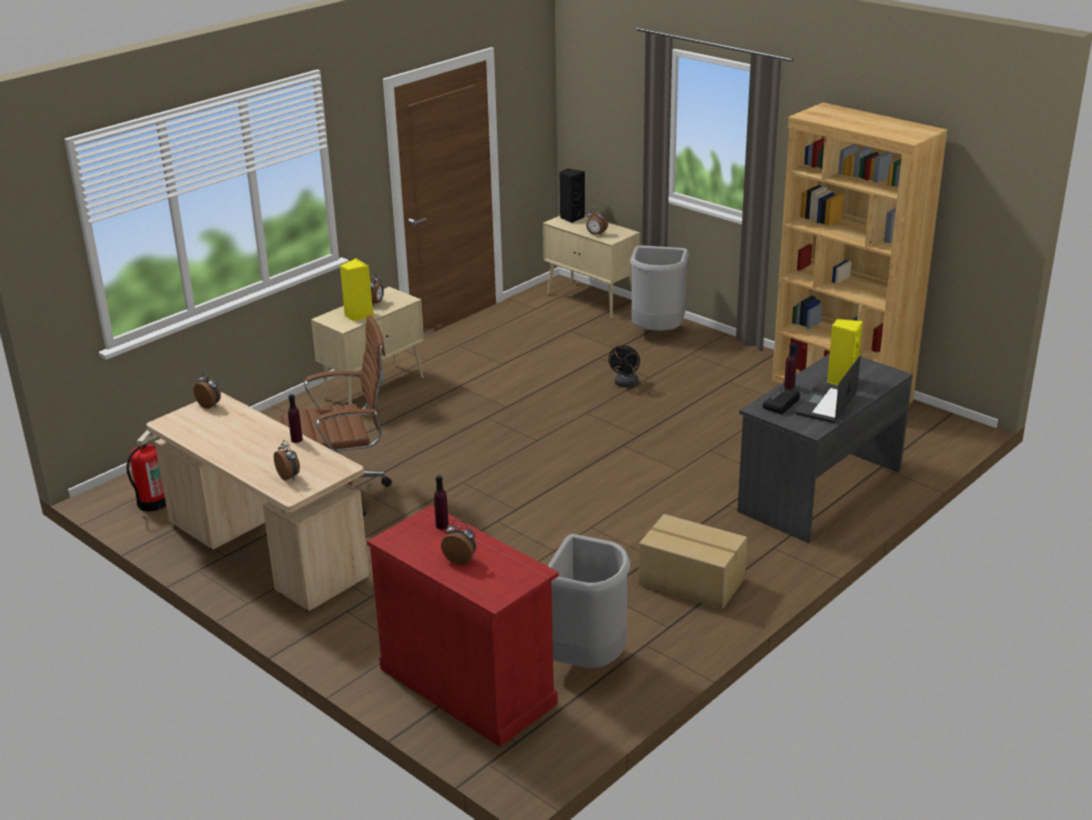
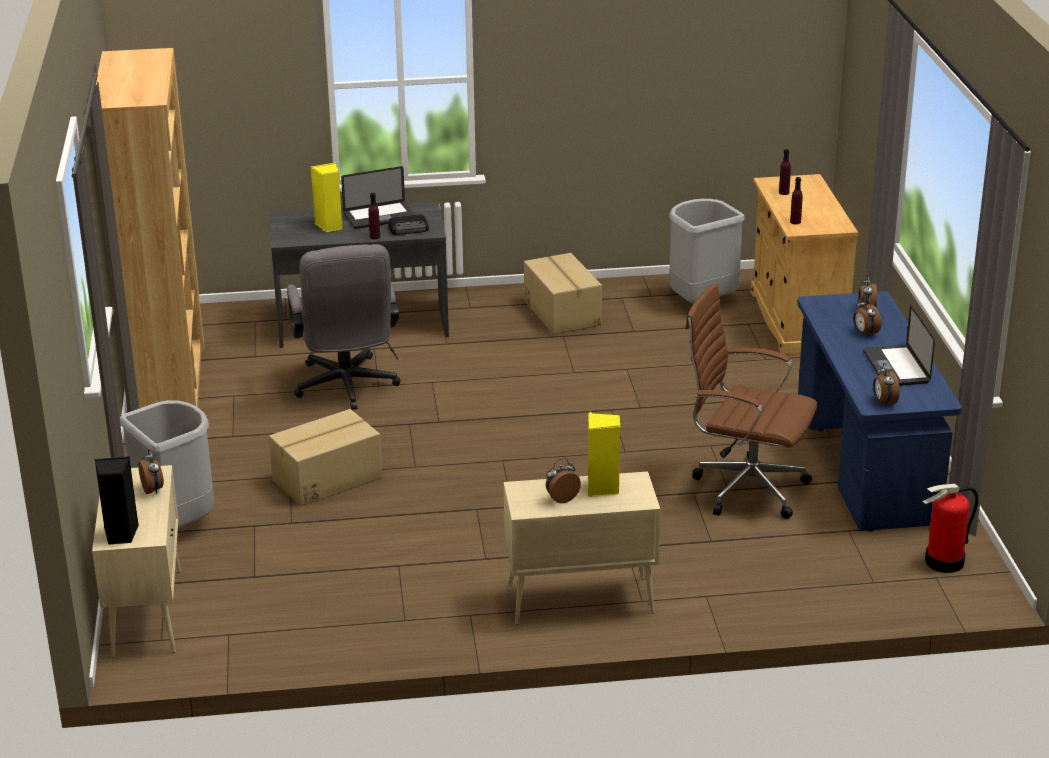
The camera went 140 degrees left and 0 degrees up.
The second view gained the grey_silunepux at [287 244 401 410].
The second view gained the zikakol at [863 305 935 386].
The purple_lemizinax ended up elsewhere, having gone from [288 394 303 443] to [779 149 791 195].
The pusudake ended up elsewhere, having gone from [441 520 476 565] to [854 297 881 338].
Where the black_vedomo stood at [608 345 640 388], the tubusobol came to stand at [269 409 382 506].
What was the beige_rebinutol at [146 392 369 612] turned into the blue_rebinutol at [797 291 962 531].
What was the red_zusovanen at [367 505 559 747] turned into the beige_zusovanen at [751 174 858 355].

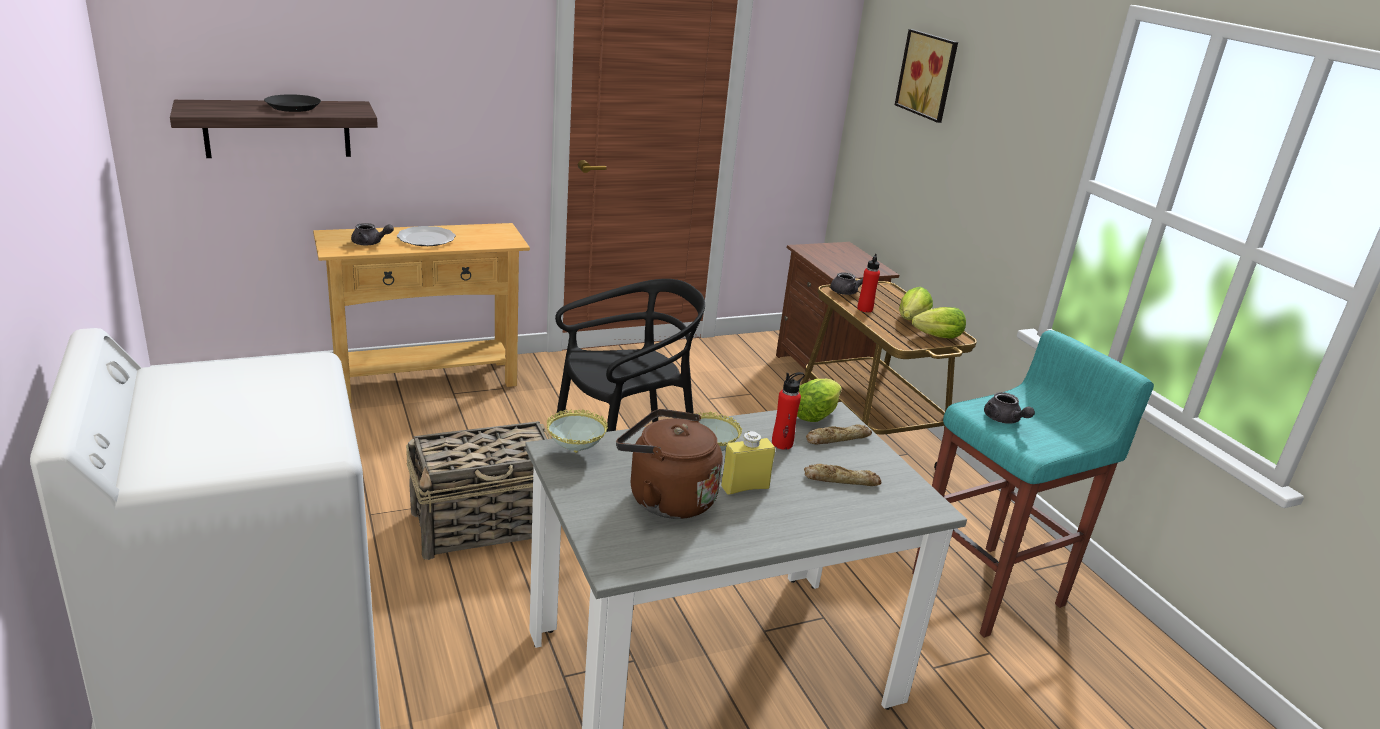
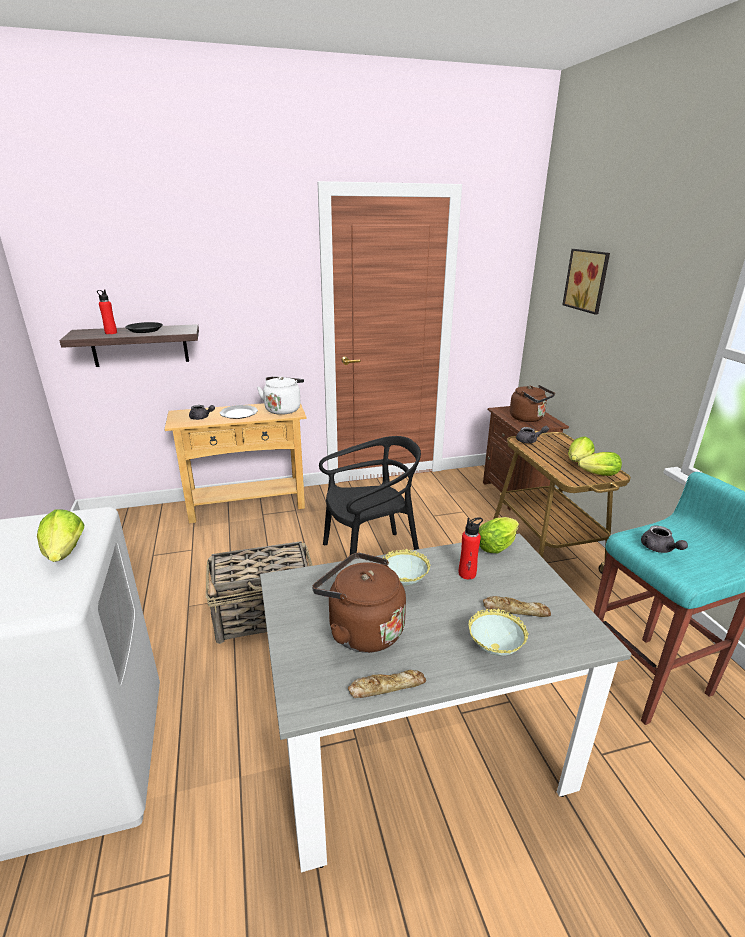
The camera went 10 degrees right and 0 degrees up.
The second view lost the yellow_lemizinax at [721 431 775 495].
The second view gained the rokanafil at [37 510 84 562].
The second view gained the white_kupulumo at [257 376 304 415].
The second view gained the brown_kupulumo at [510 385 555 422].
The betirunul ended up elsewhere, having gone from [547 409 608 453] to [468 609 529 656].
The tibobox ended up elsewhere, having gone from [806 424 872 445] to [348 670 426 698].
The red_lemizinax ended up elsewhere, having gone from [857 254 880 312] to [97 290 117 334].

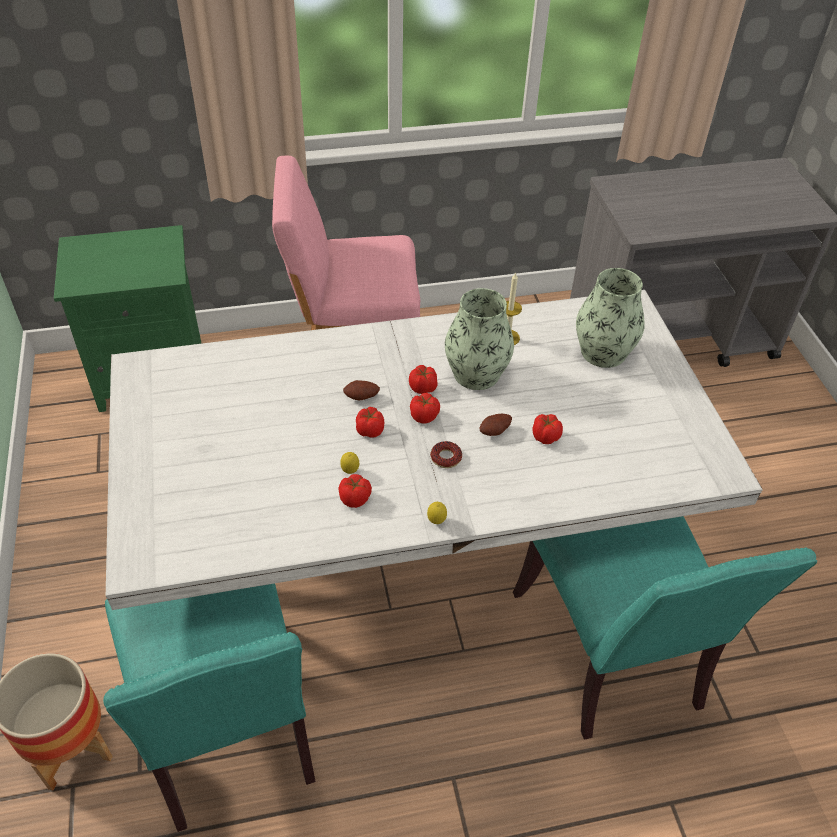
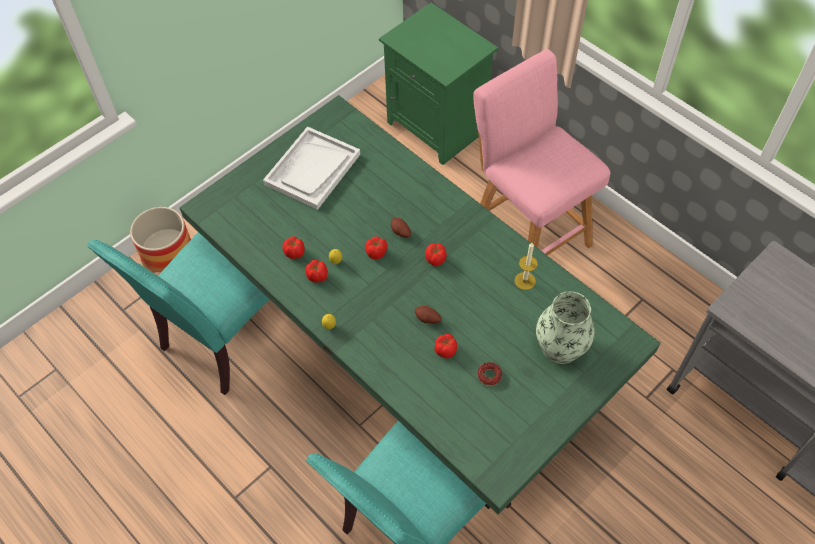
The camera went 60 degrees right and 10 degrees up.
The second view lost the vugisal at [445 288 514 390].
The second view gained the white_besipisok at [263 126 360 210].
The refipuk ended up elsewhere, having gone from [410 393 440 424] to [283 236 305 259].
The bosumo ended up elsewhere, having gone from [430 441 462 468] to [477 362 502 386].
What was the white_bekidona at [106 290 763 610] turned into the green_bekidona at [179 95 661 515].

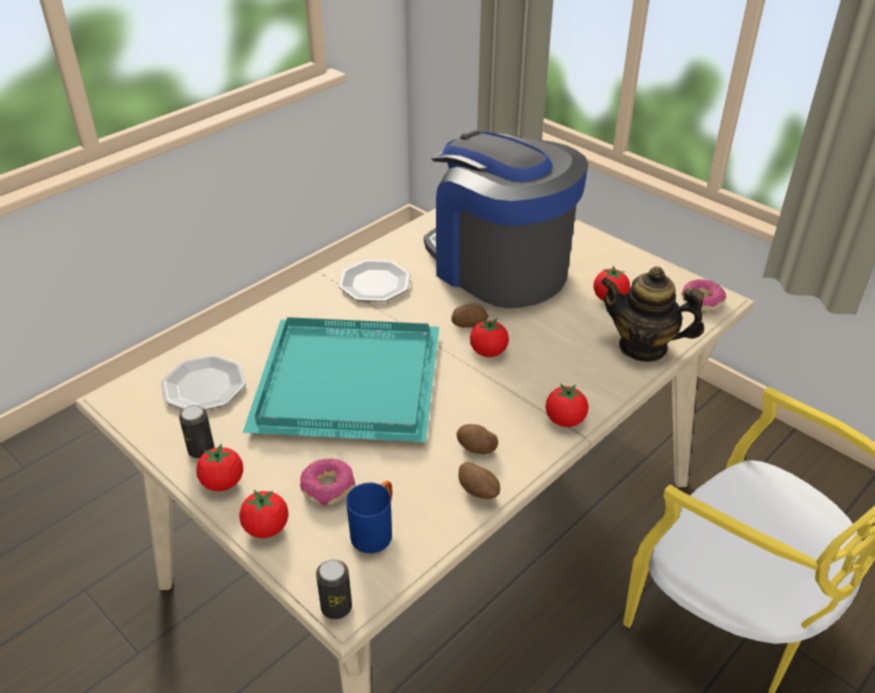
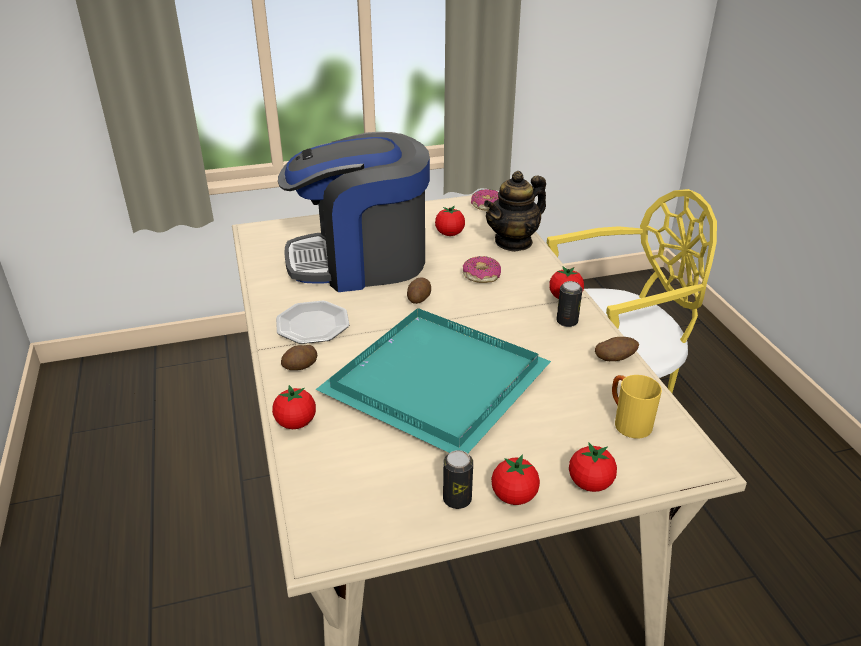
The camera went 60 degrees left and 5 degrees down.
The second view lost the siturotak at [161 355 246 410].
The bosumo ended up elsewhere, having gone from [300 458 355 506] to [463 256 501 283].
The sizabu ended up elsewhere, having gone from [316 559 352 619] to [556 281 582 327].
The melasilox ended up elsewhere, having gone from [456 424 498 454] to [281 345 317 370].
The refipuk ended up elsewhere, having gone from [470 319 509 357] to [272 385 316 429].
What was the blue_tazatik at [346 481 392 553] turned into the yellow_tazatik at [612 375 662 439].

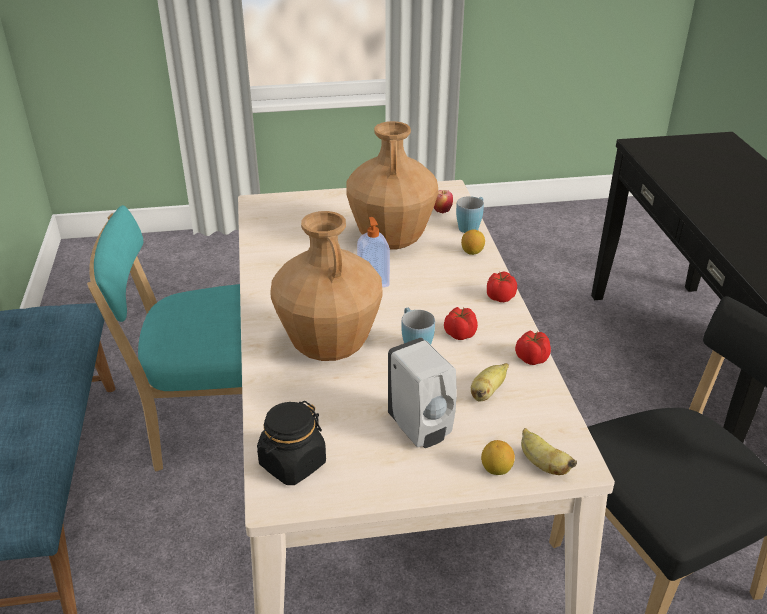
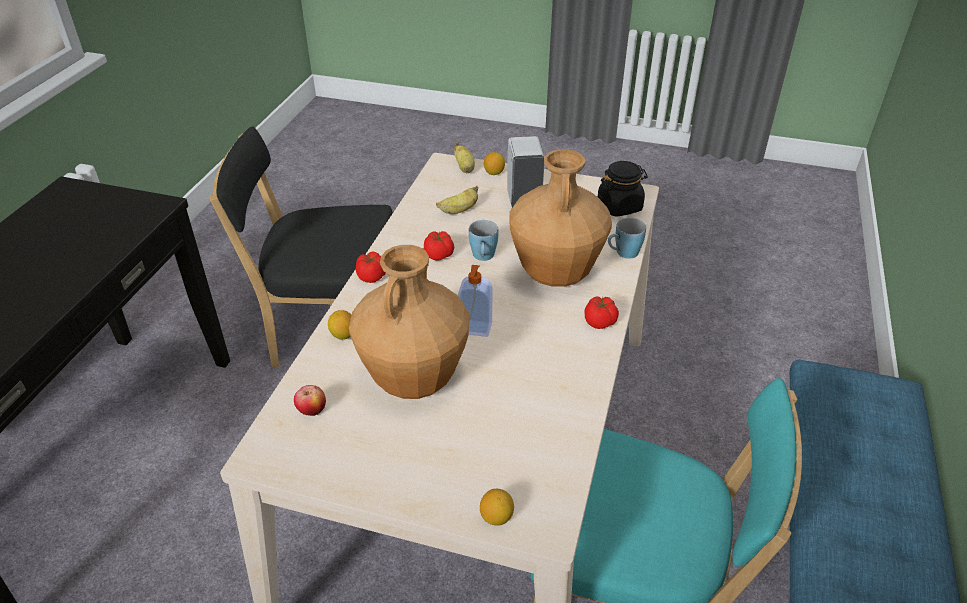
The camera went 155 degrees left and 5 degrees up.
The second view gained the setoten at [480 489 514 526].
The blue_tazatik ended up elsewhere, having gone from [456 196 484 233] to [608 218 646 259].
The refipuk ended up elsewhere, having gone from [515 330 551 365] to [584 296 619 329].

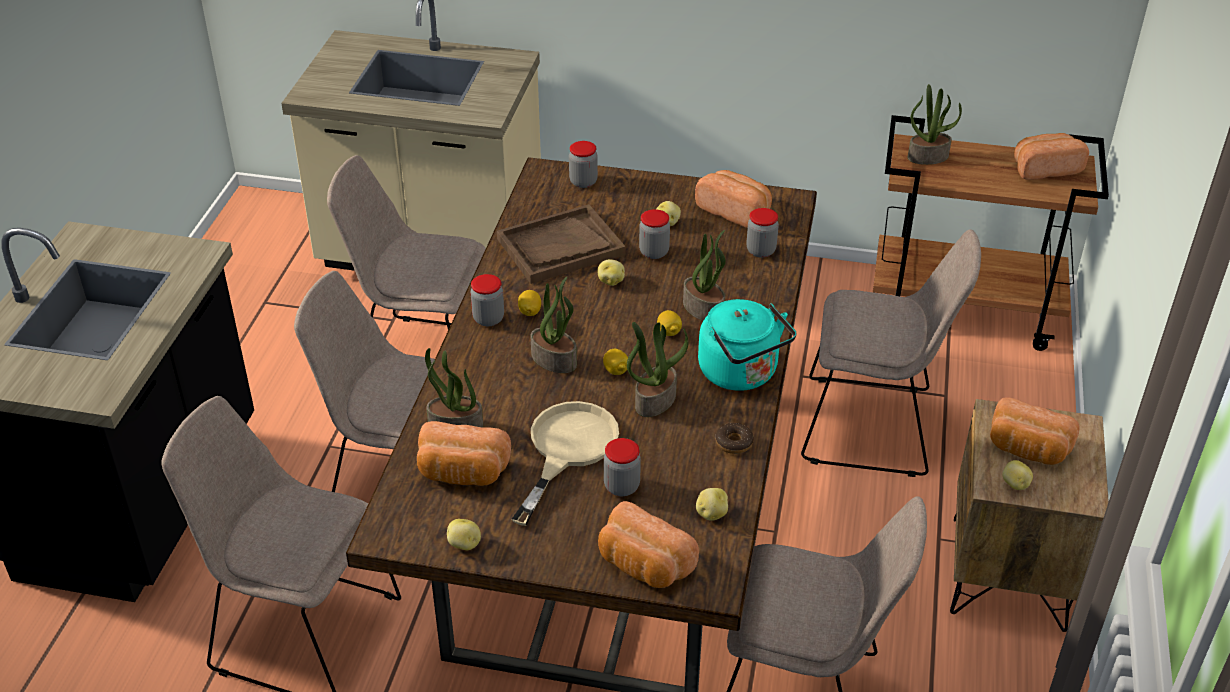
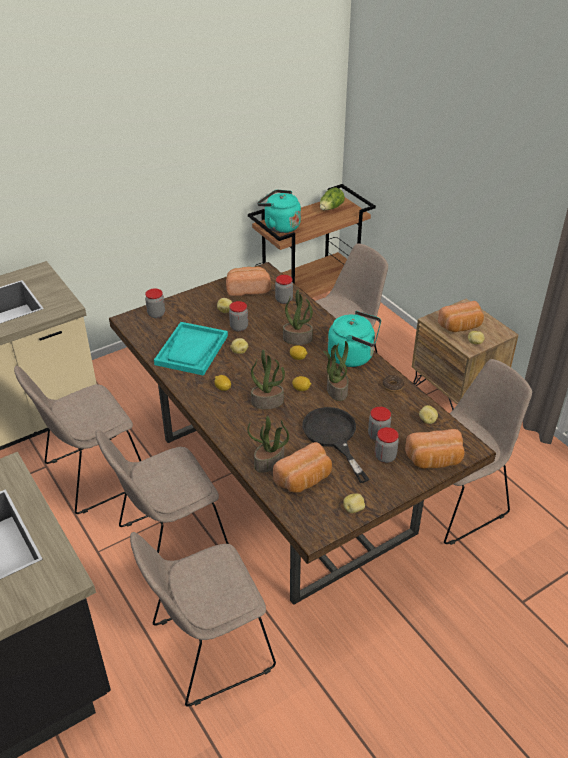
The camera went 45 degrees left and 0 degrees up.
The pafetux ended up elsewhere, having gone from [470 274 504 326] to [375 427 399 463].
Where the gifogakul stood at [908 84 962 165], the turquoise_kupulumo came to stand at [257 190 301 233].
Where the tibobox stood at [1014 133 1089 180], the rokanafil came to stand at [320 187 345 210].
What was the brown_besipisok at [497 204 626 284] turned into the turquoise_besipisok at [154 322 228 376].
What was the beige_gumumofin at [511 401 619 526] turned into the black_gumumofin at [302 407 369 483].

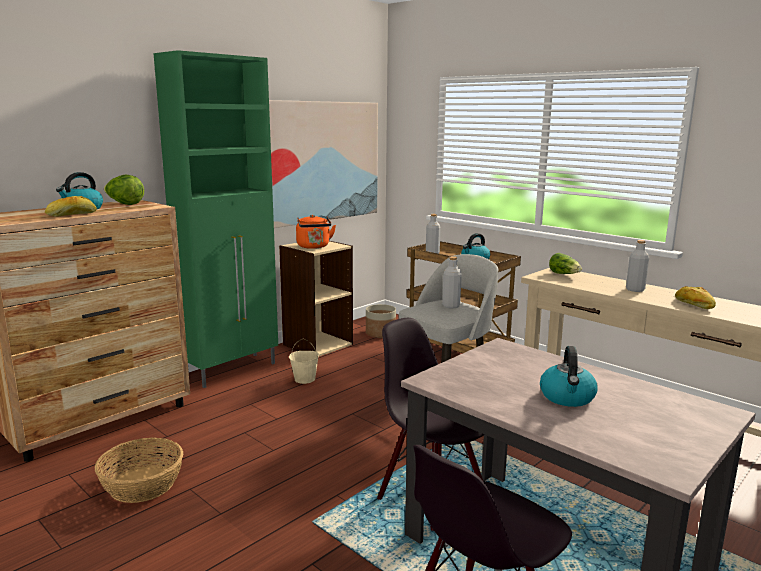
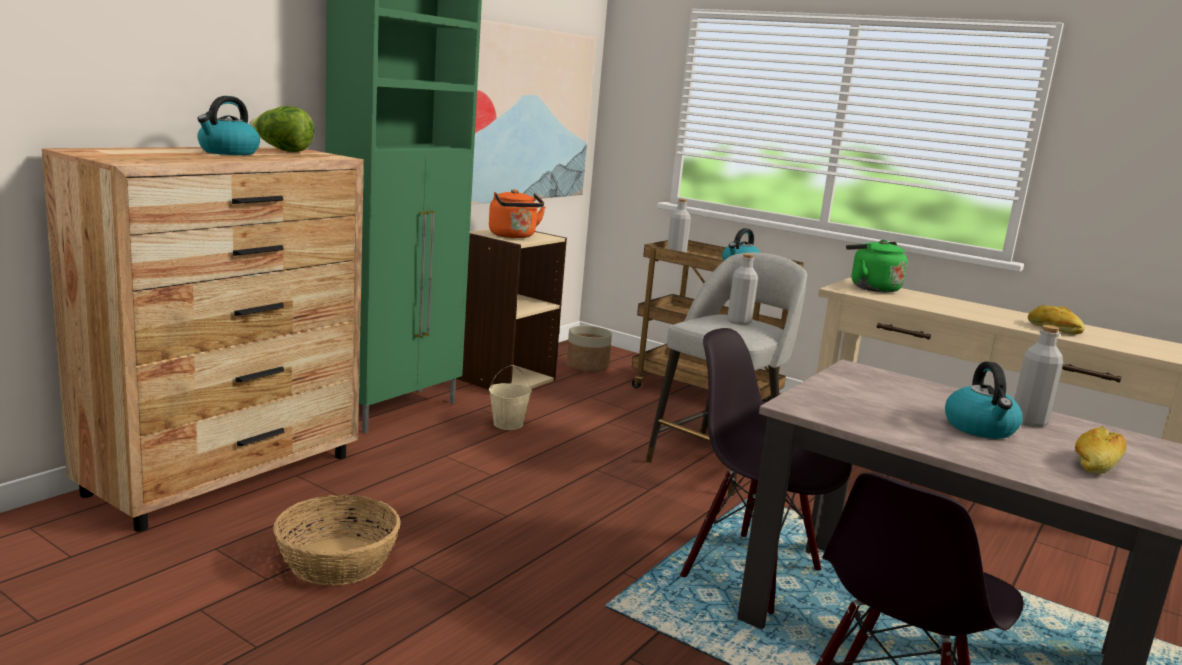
The camera went 10 degrees left and 0 degrees up.
The tibobox ended up elsewhere, having gone from [45 196 97 217] to [1075 426 1127 475].
The grey_lemizinax ended up elsewhere, having gone from [626 240 649 292] to [1014 325 1063 427].
Where the rokanafil stood at [549 253 582 274], the green_kupulumo came to stand at [846 240 908 293].

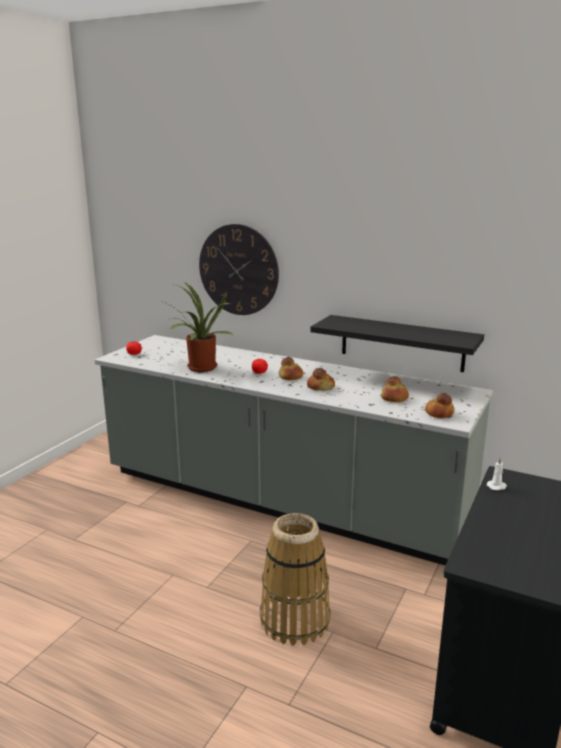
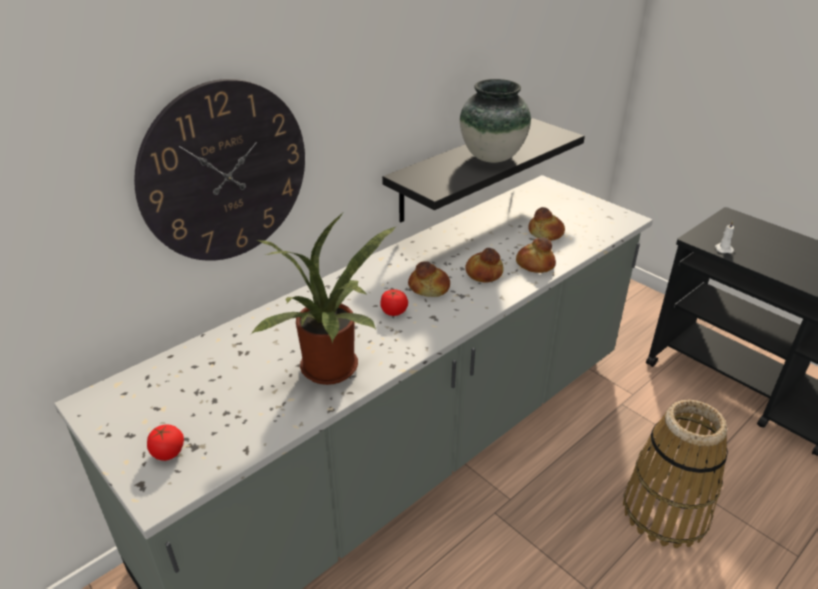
The camera went 70 degrees left and 15 degrees up.
The second view gained the vugisal at [460 79 531 163].
The tibobox ended up elsewhere, having gone from [425 393 455 418] to [516 237 556 273].

